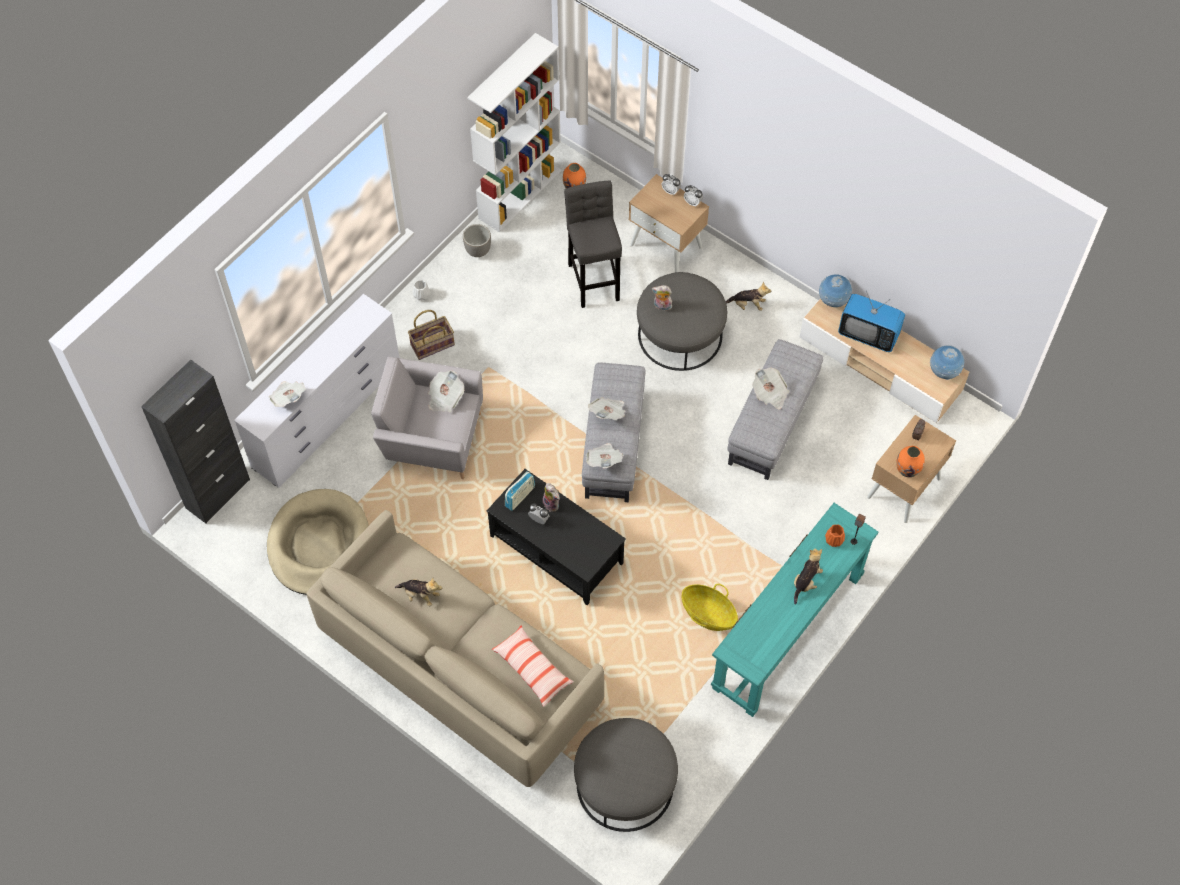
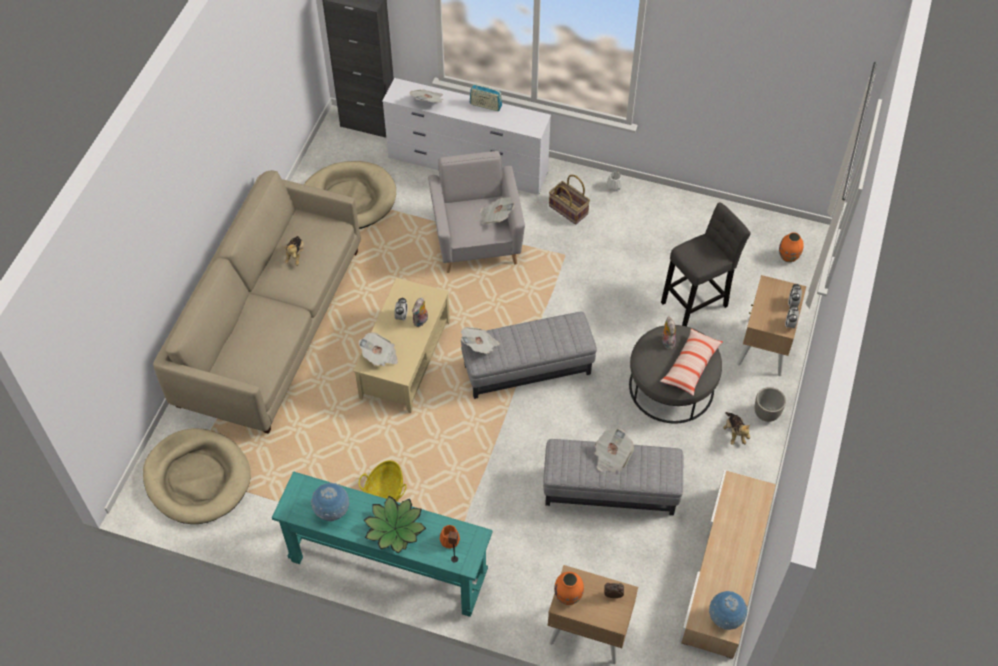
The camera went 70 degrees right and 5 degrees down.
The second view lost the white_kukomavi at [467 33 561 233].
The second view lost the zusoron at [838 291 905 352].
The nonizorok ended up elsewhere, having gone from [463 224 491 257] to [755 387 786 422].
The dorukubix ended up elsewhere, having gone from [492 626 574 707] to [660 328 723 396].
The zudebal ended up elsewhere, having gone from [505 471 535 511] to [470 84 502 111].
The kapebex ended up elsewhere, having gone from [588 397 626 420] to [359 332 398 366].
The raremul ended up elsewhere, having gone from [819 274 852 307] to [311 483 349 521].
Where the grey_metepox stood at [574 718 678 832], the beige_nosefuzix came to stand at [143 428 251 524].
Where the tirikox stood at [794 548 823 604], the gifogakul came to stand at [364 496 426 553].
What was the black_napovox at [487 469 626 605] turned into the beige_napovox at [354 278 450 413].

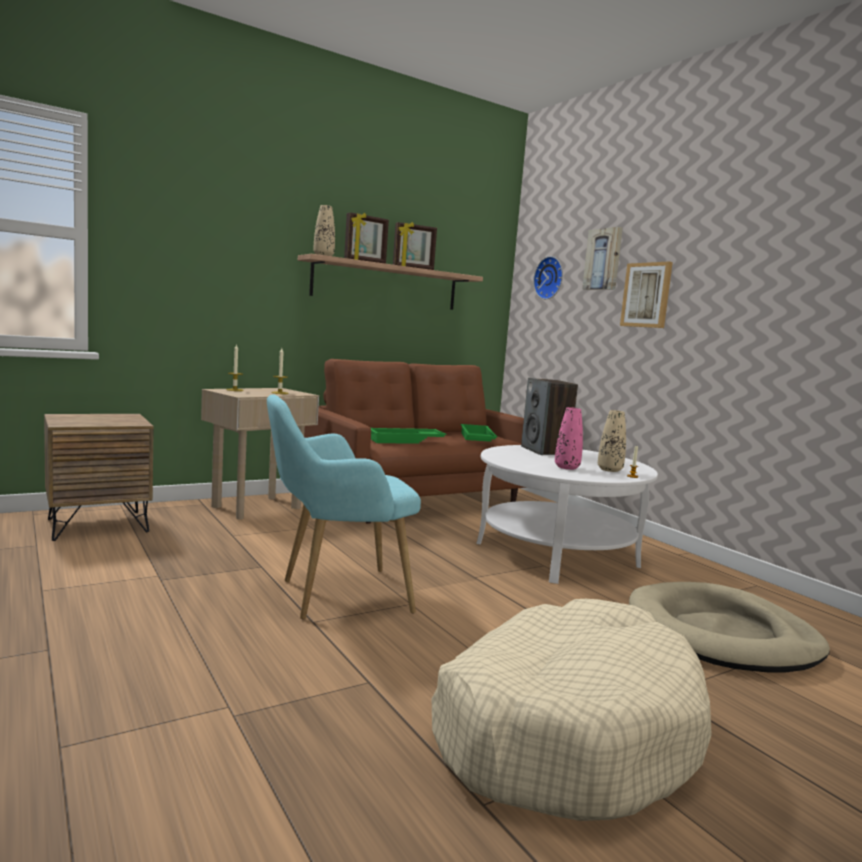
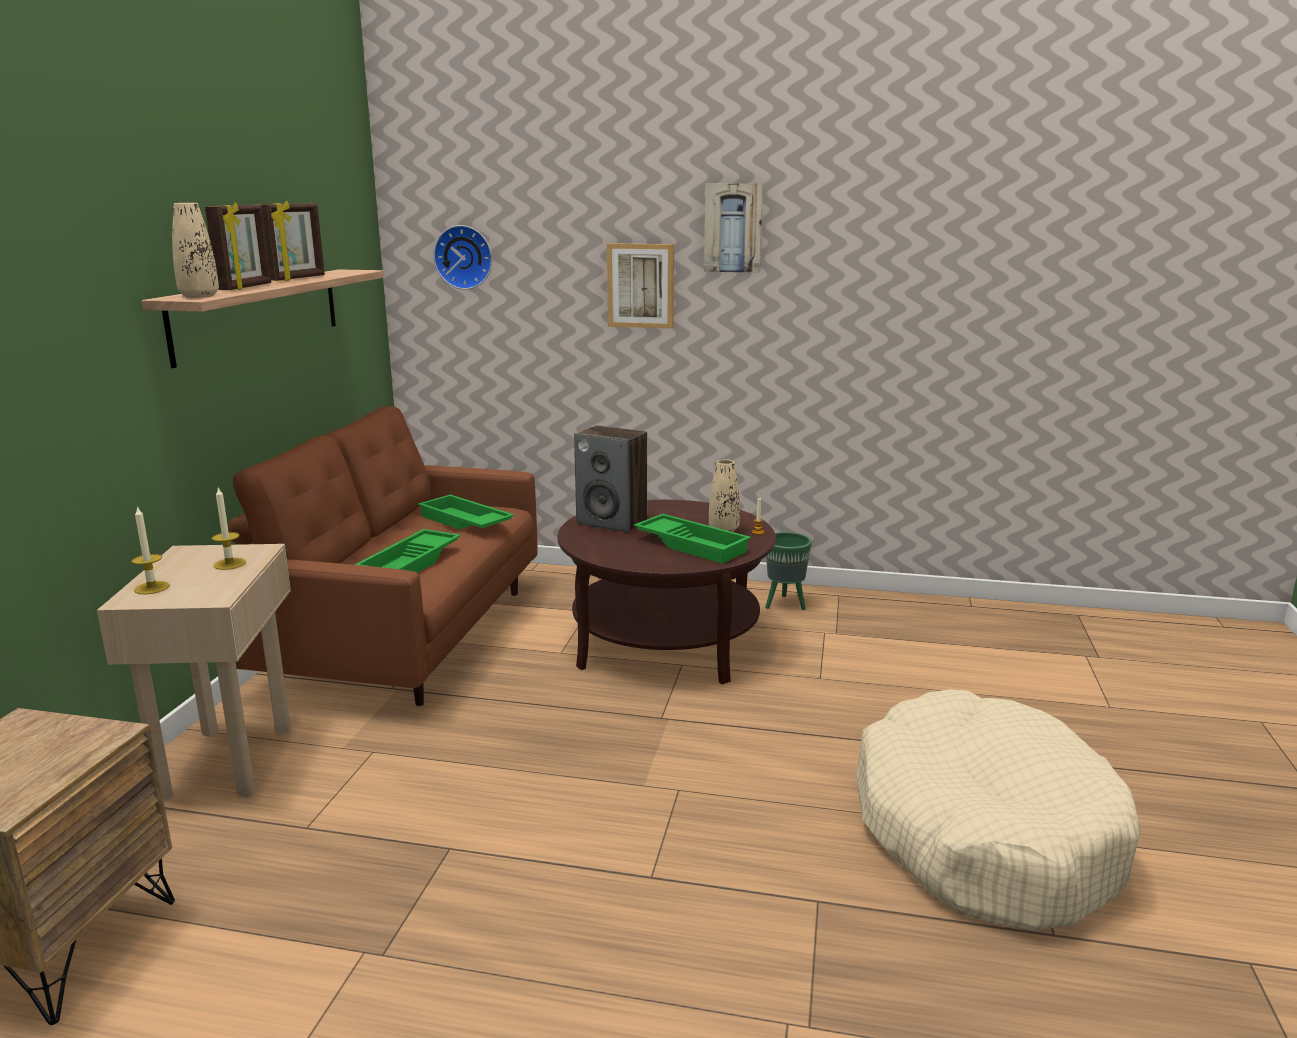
The camera went 45 degrees left and 10 degrees up.
The second view lost the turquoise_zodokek at [267 394 421 620].
The second view lost the beige_nosefuzix at [629 582 830 673].
The second view gained the green_nonizorok at [765 532 812 610].
The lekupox ended up elsewhere, having gone from [582 227 623 290] to [704 184 764 273].
Where the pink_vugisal stood at [555 407 583 470], the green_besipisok came to stand at [634 514 751 564].
What was the white_napovox at [476 445 658 584] turned into the brown_napovox at [558 500 776 684].

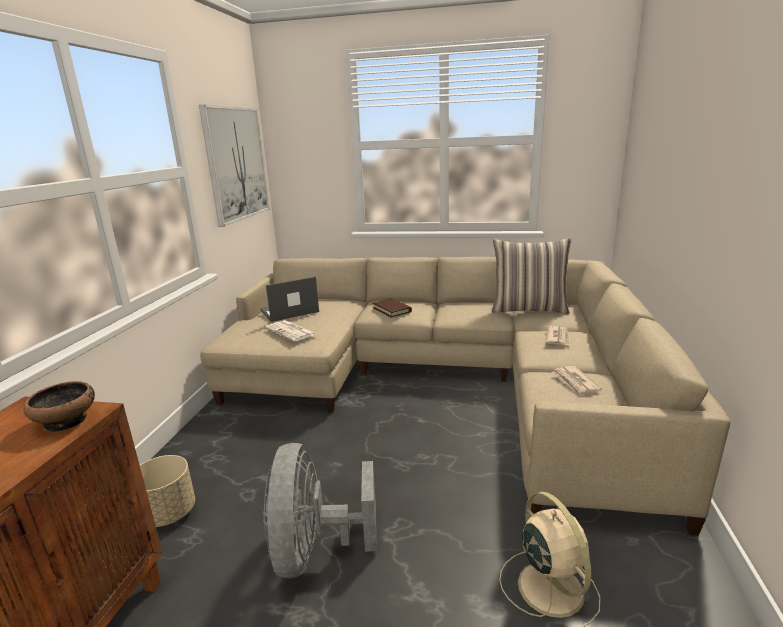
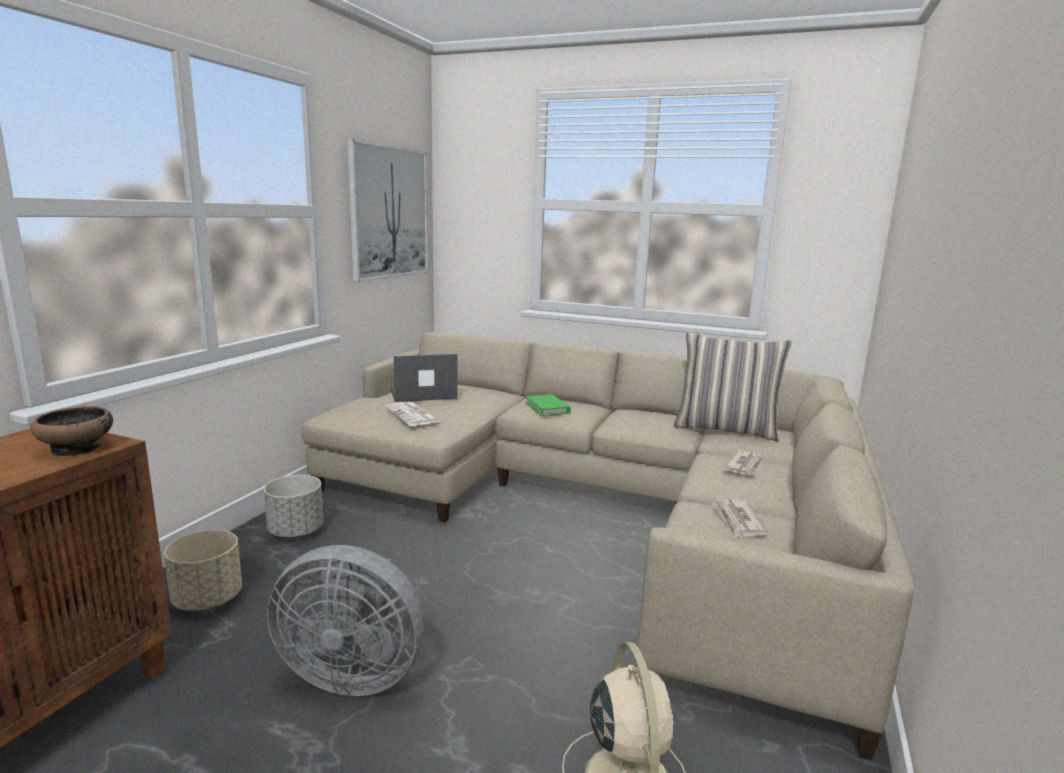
The camera went 10 degrees right and 5 degrees down.
The second view gained the grey_nonizorok at [264 475 323 538].
What was the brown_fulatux at [373 298 412 318] turned into the green_fulatux at [525 394 571 416].
The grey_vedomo at [263 443 377 578] ended up facing another way, 90 degrees counterclockwise from before.

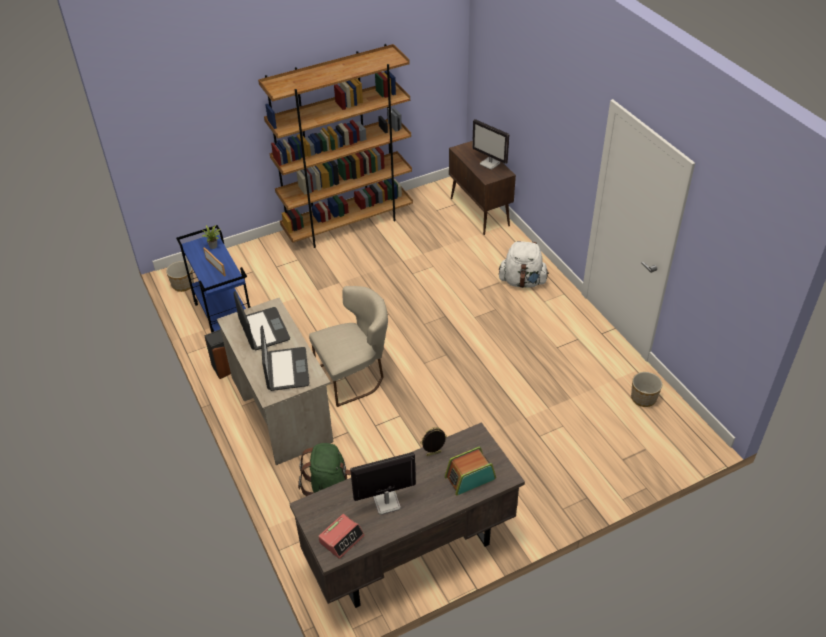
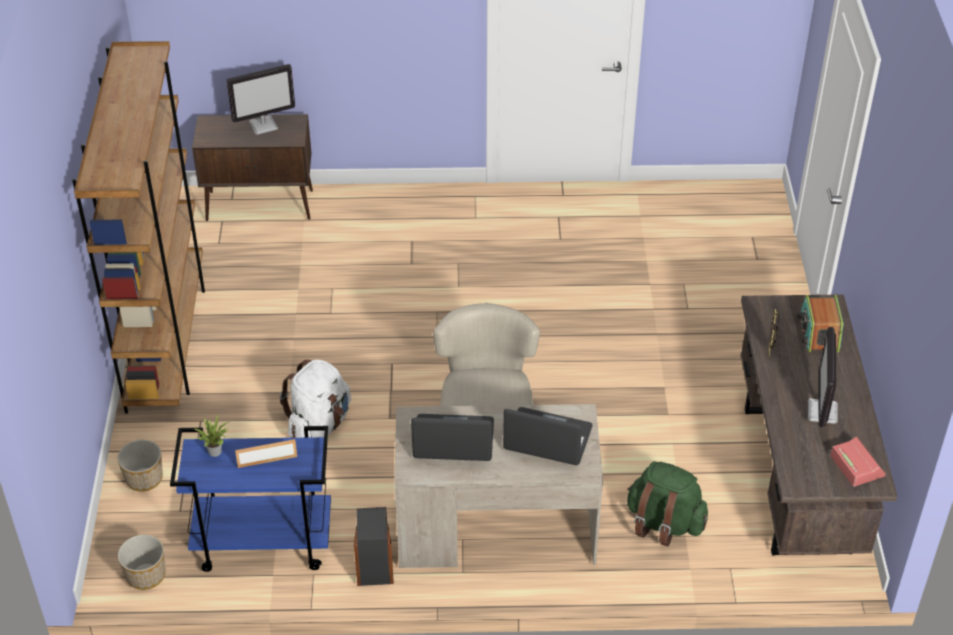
The camera went 65 degrees left and 0 degrees up.
The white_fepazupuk ended up elsewhere, having gone from [499 241 549 288] to [280 360 351 438].
The nonizorok ended up elsewhere, having gone from [631 372 662 407] to [117 440 163 492].

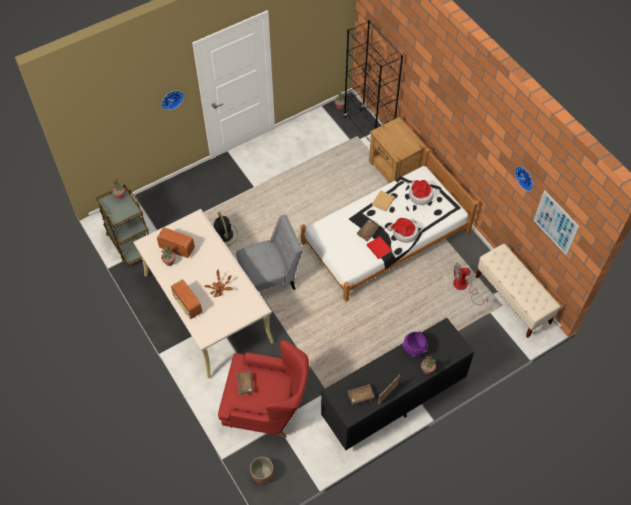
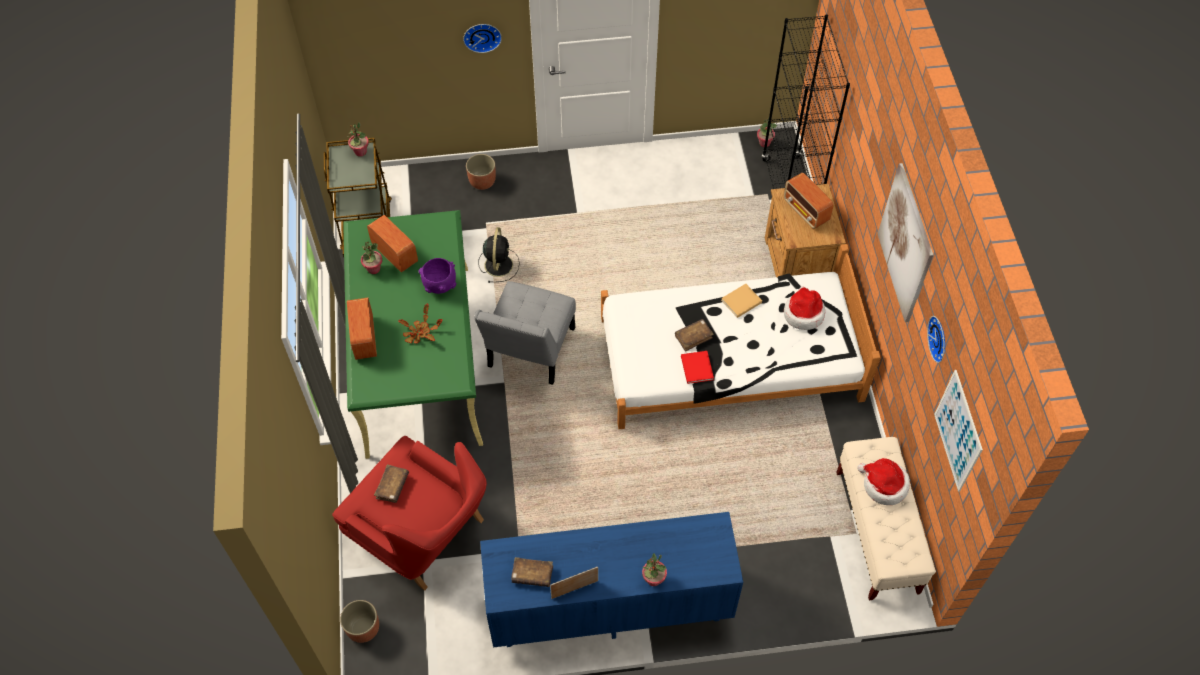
The camera went 25 degrees right and 0 degrees up.
The second view lost the vedomo at [453 263 488 305].
The second view gained the nonizorok at [466 154 496 190].
The second view gained the zudebal at [784 173 834 229].
The second view gained the lekupox at [878 163 933 322].
The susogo ended up elsewhere, having gone from [387 218 419 243] to [857 458 910 505].
The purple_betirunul ended up elsewhere, having gone from [402 331 428 357] to [418 258 456 294].
What was the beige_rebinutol at [134 209 274 379] turned into the green_rebinutol at [343 210 483 459].
What was the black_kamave at [321 318 474 450] turned into the blue_kamave at [480 512 743 647].
The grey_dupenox at [236 215 303 292] ended up facing another way, 105 degrees clockwise from before.

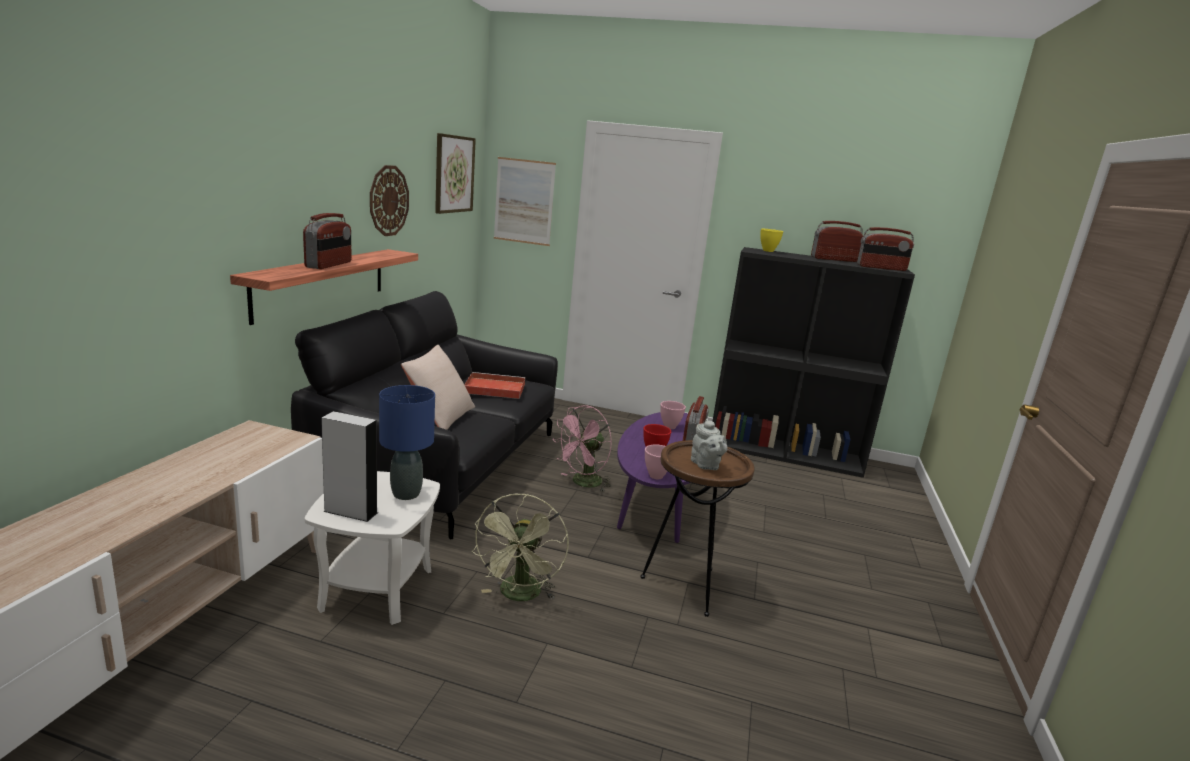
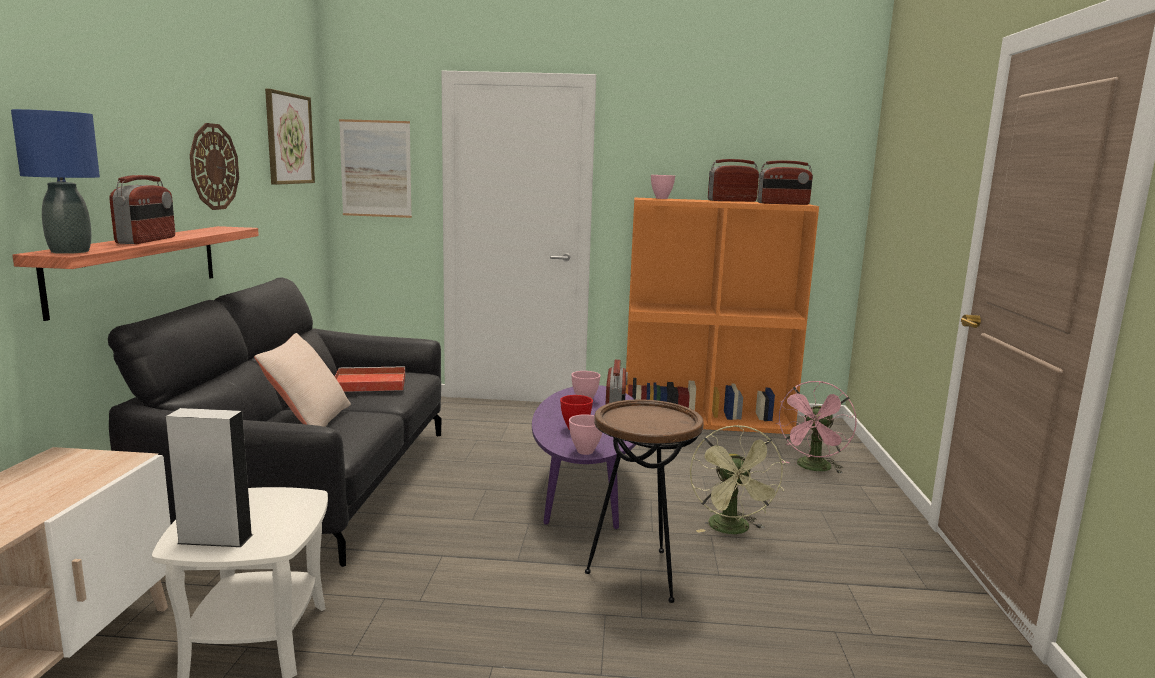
The camera went 10 degrees left and 5 degrees down.
The second view lost the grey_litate at [691 419 728 470].
The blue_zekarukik ended up elsewhere, having gone from [379 385 435 500] to [11 109 100 254].
The green_vedomo ended up elsewhere, having gone from [471 494 569 601] to [690 425 786 534].
The pink_vedomo ended up elsewhere, having gone from [553 405 612 492] to [776 381 857 474].
What was the black_kukomavi at [713 247 915 478] turned into the orange_kukomavi at [626 197 819 434].
What was the yellow_betirunul at [760 229 783 252] turned into the pink_betirunul at [651 175 675 199].

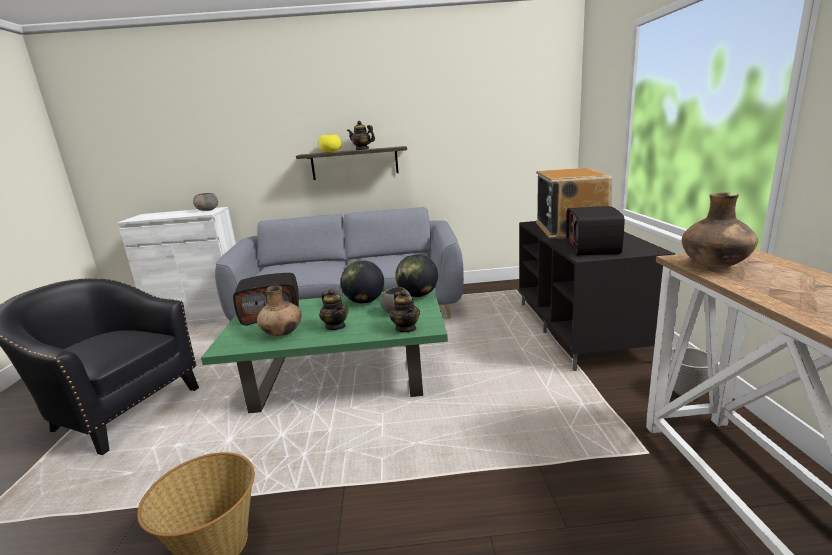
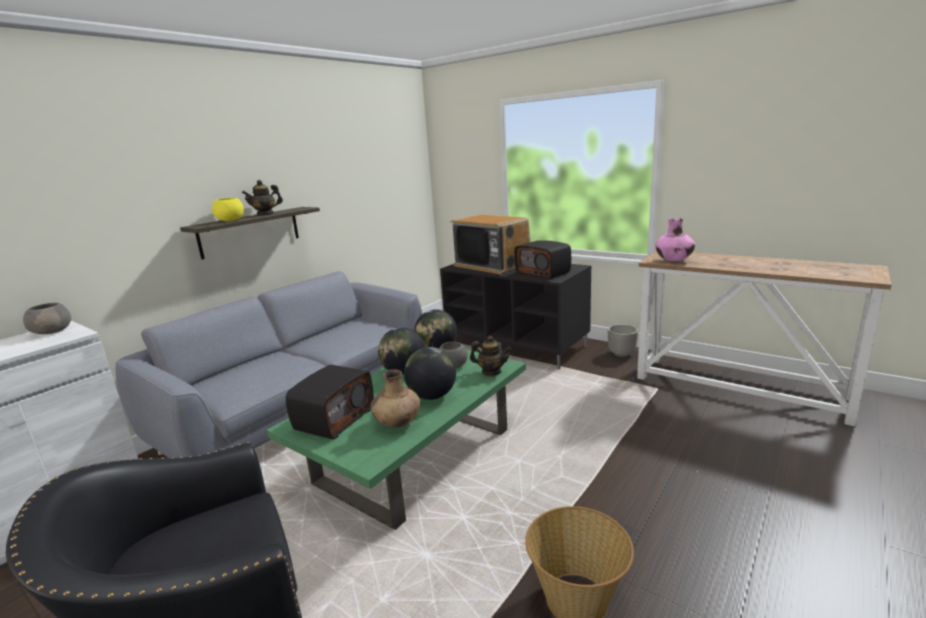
The camera went 50 degrees left and 0 degrees up.
Where the litate stood at [319 289 348 330], the raremul came to stand at [404 347 456 400].
What was the brown_vugisal at [682 193 758 268] turned into the pink_vugisal at [655 218 695 261].

